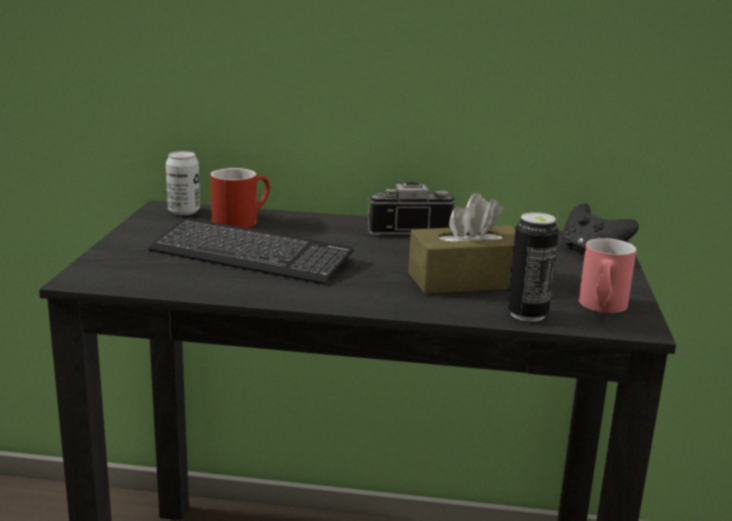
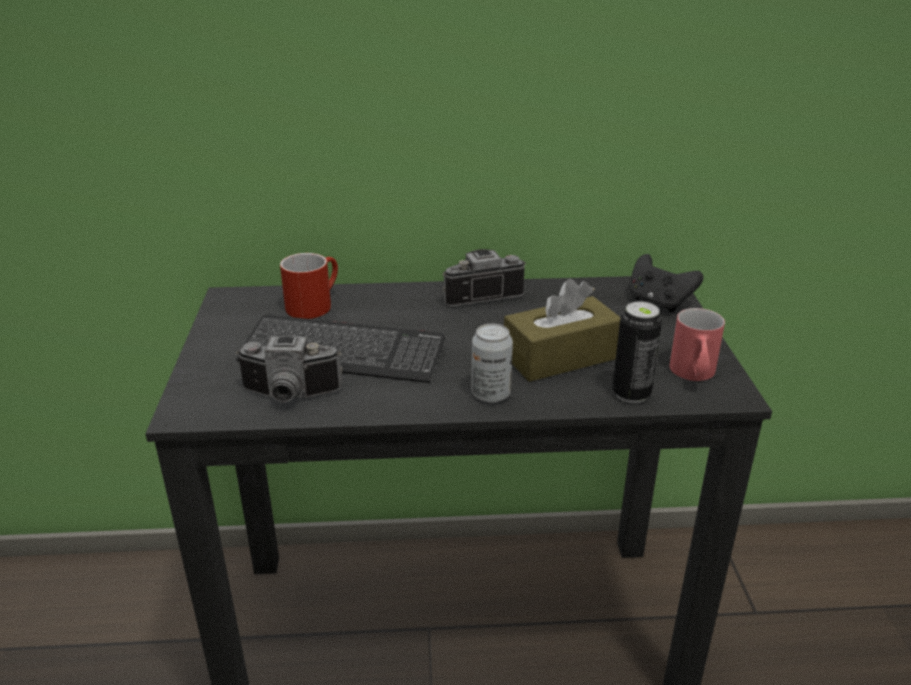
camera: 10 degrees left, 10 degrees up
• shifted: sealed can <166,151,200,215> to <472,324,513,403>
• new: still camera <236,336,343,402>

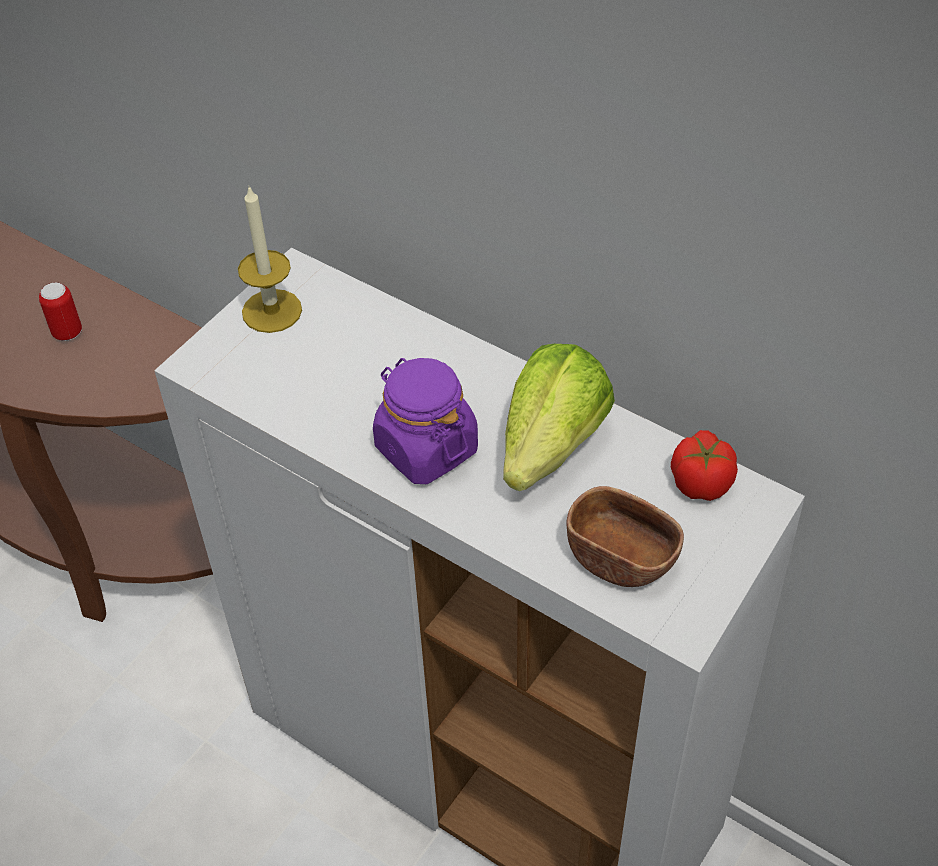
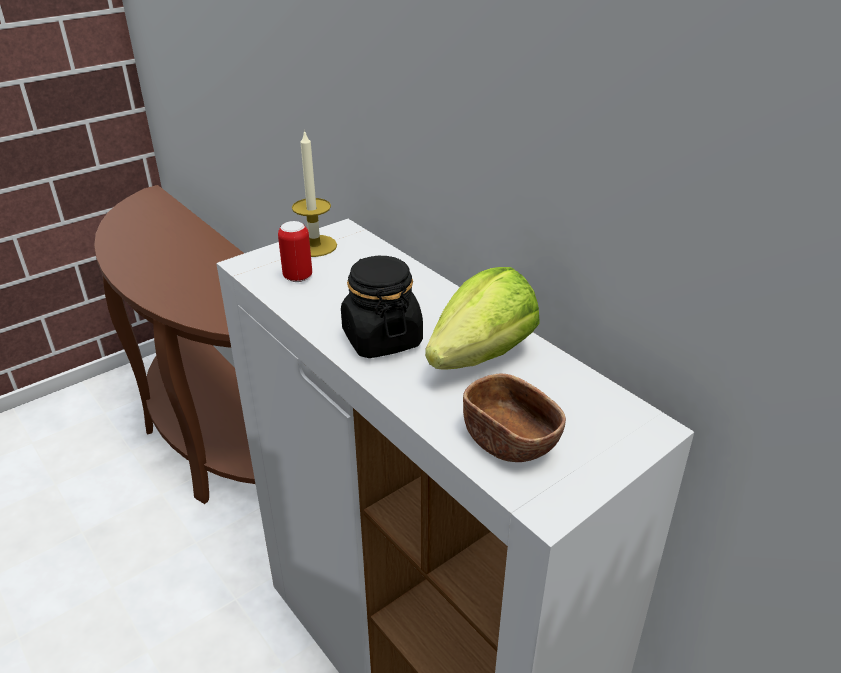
camera: 15 degrees right, 15 degrees down
• shifted: sealed can <39,282,82,341> to <278,221,312,282>
• repainted: purple storage jar <373,358,478,484> to black storage jar <341,256,423,358>
• gone: fresh tomato <671,430,738,501>

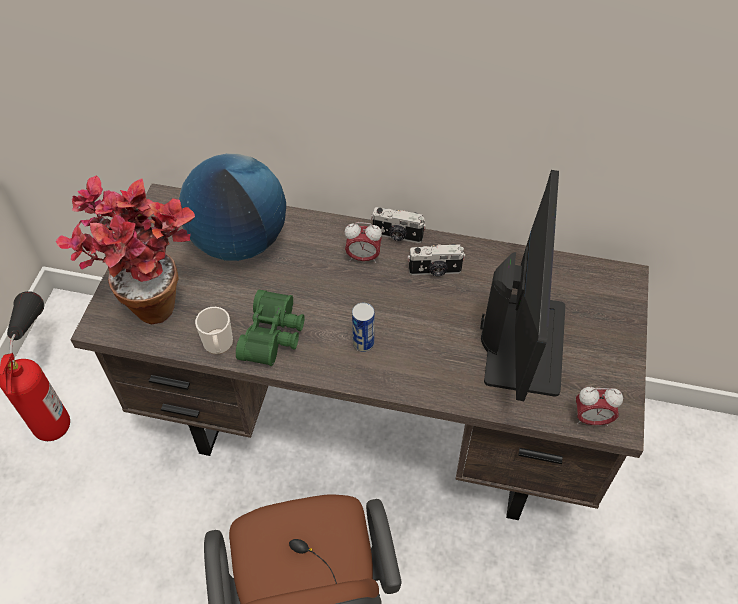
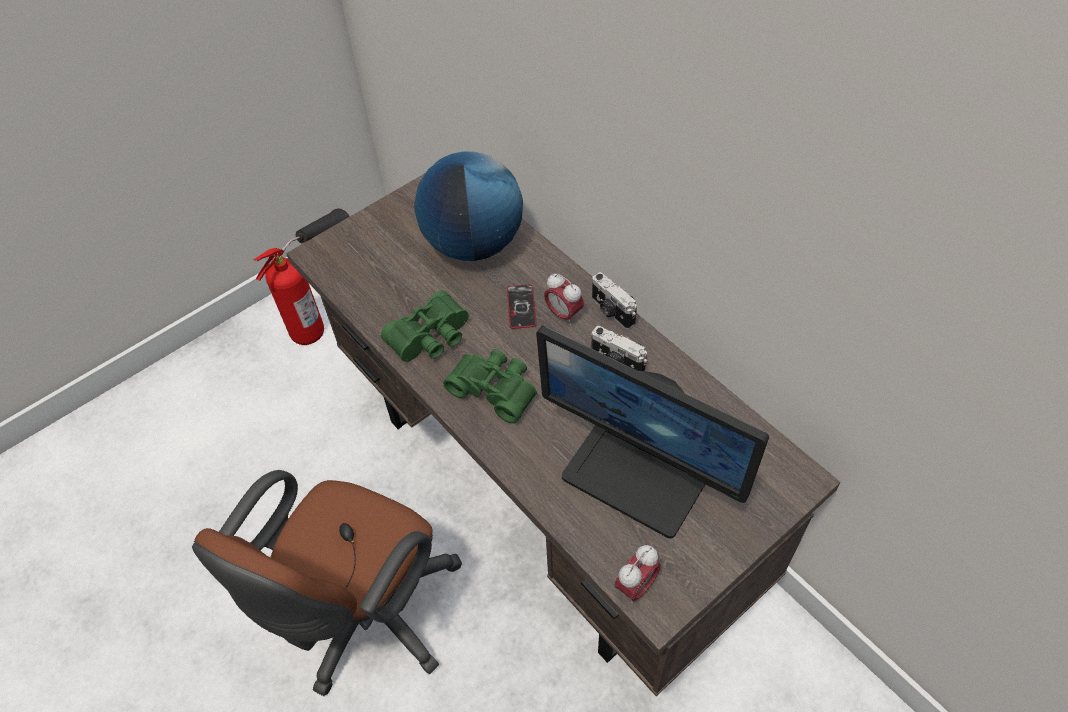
camera: 40 degrees right, 0 degrees up
• rotated: computer display <480,170,565,401> = <536,326,769,538> 75 degrees clockwise
• gone: houseplant <56,175,195,324>
• swapped: sealed can <352,303,374,352> to greenish pair of binoculars <443,349,537,424>
• gone: mug <195,307,233,354>
• rotated: alarm clock <576,387,623,426> = <615,545,661,604> 90 degrees counterclockwise
• new: telephone <507,284,537,329>

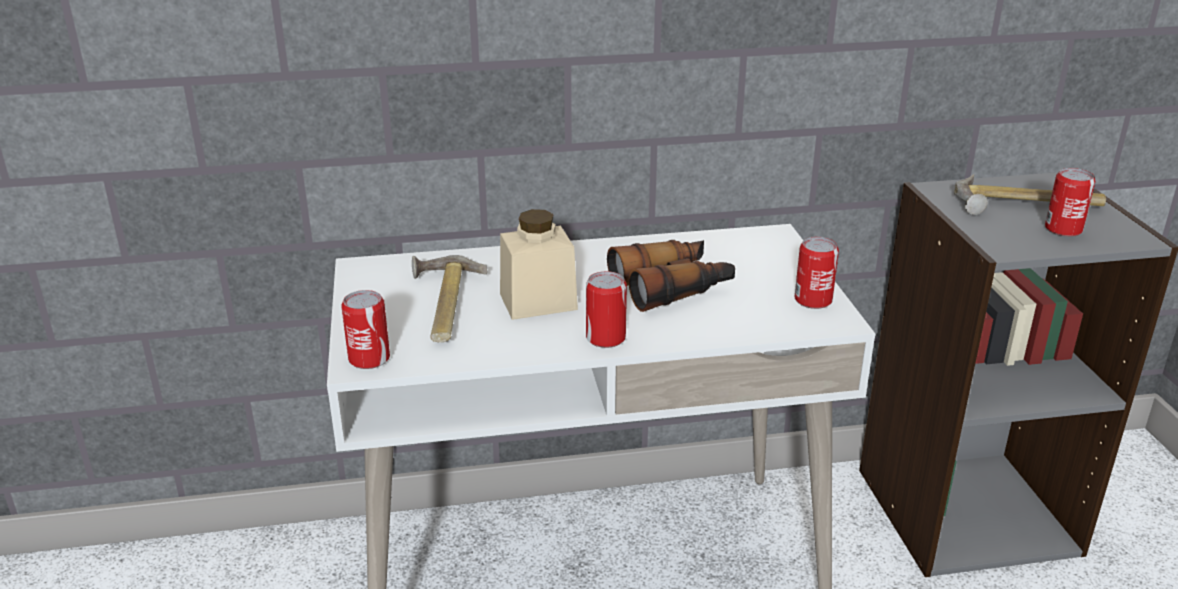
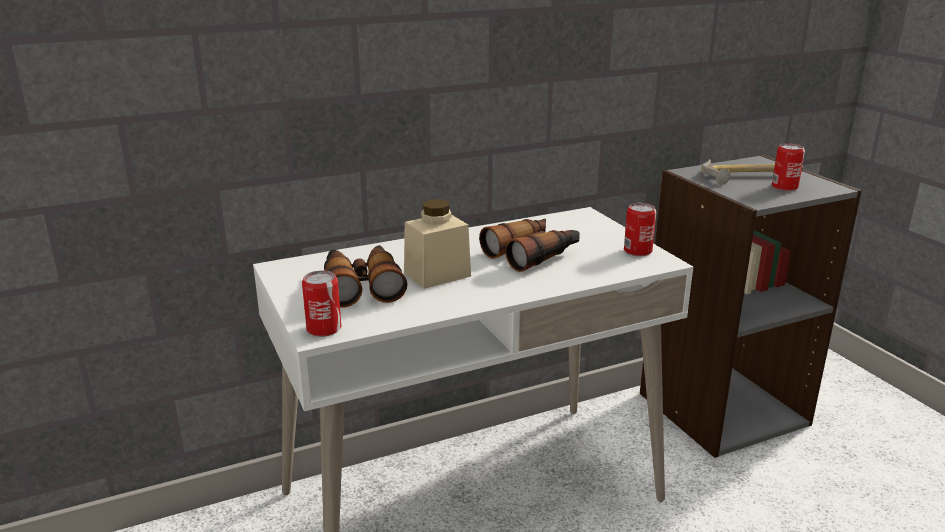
camera: 15 degrees left, 5 degrees down
• swapped: hammer <412,255,487,342> to pair of binoculars <324,245,407,308>
• gone: sealed can <586,271,627,348>

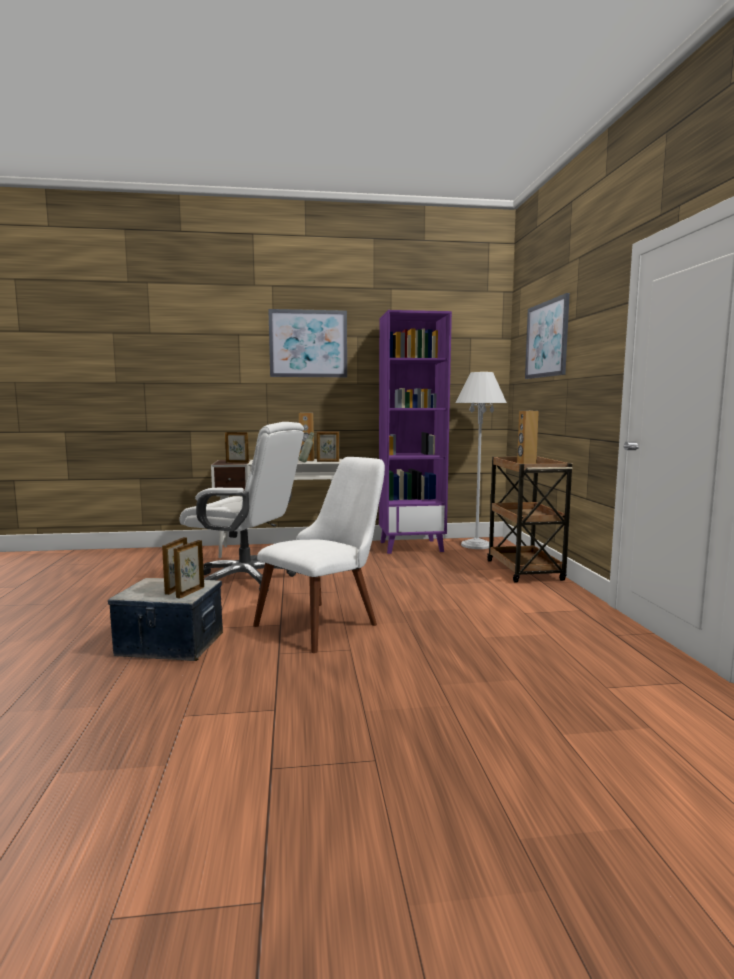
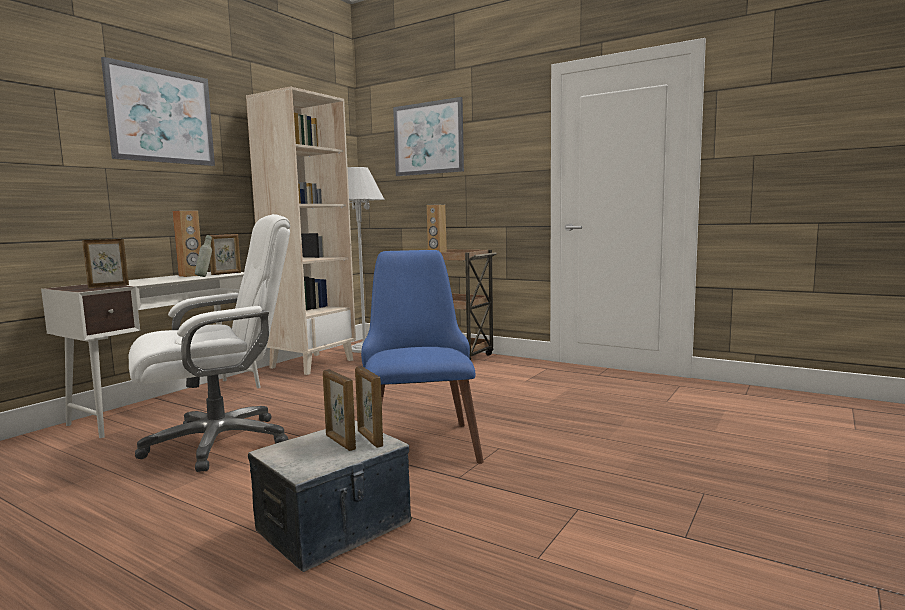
camera: 50 degrees left, 0 degrees up
• repainted: purple bookcase <379,310,452,554> to beige bookcase <246,86,356,375>
• repainted: whitish upright chair <253,457,385,653> to bluish upright chair <361,250,484,464>

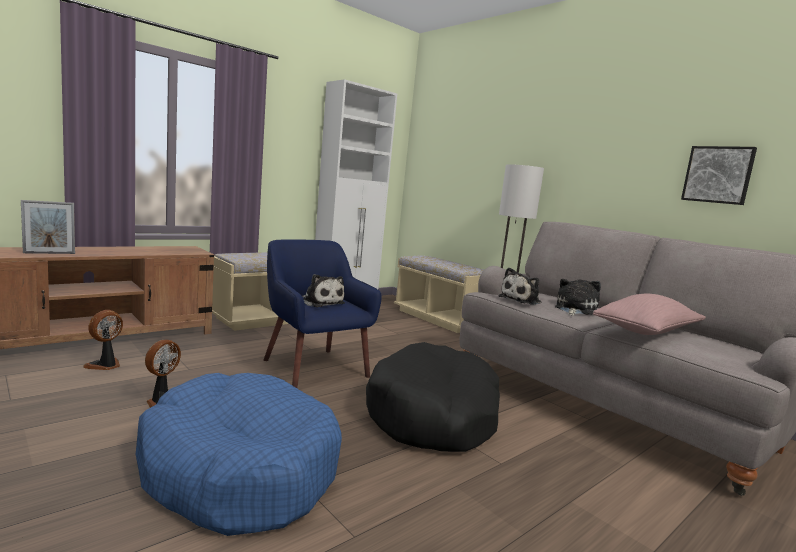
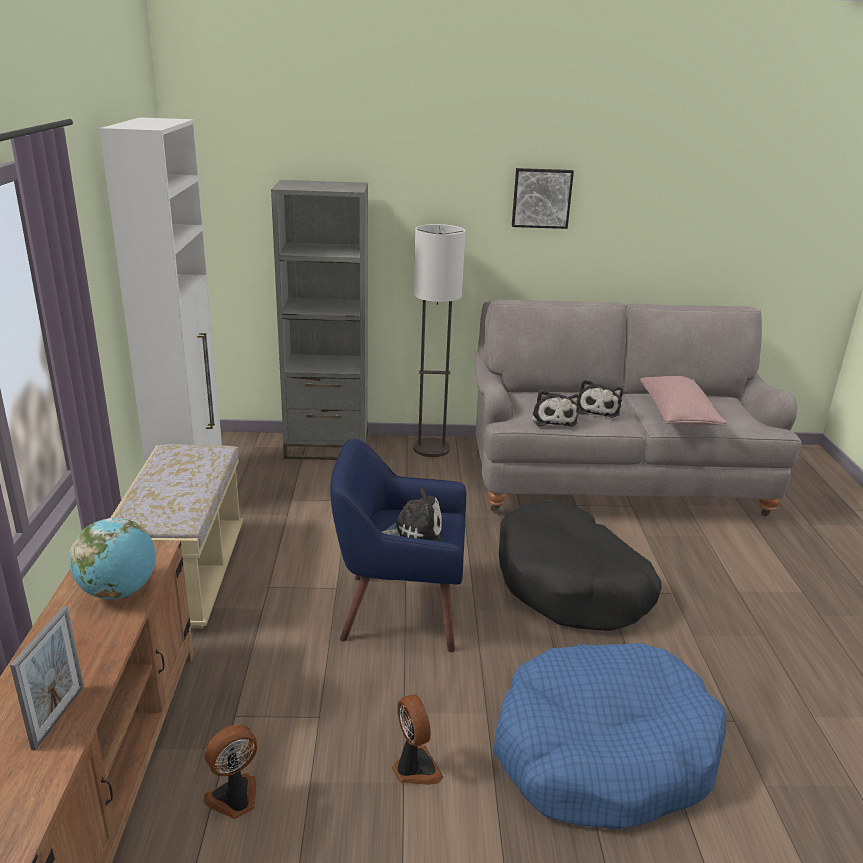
camera: 50 degrees left, 15 degrees up
• shifted: picture <681,146,757,205> to <512,168,574,229>
• swapped: beige long seat <394,256,483,333> to gray bookcase <271,180,368,460>
• rotated: cuddly toy <555,279,601,316> = <578,380,623,418> 150 degrees counterclockwise
• rotated: cooling fan <83,310,123,370> = <203,724,257,819> 75 degrees clockwise
• new: globe <69,518,156,599>

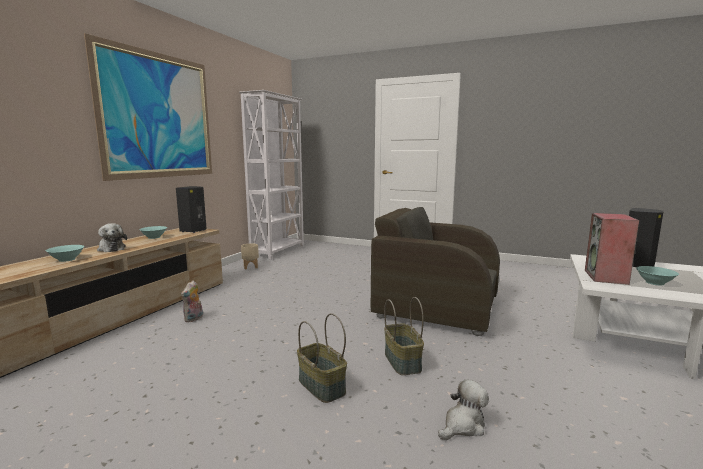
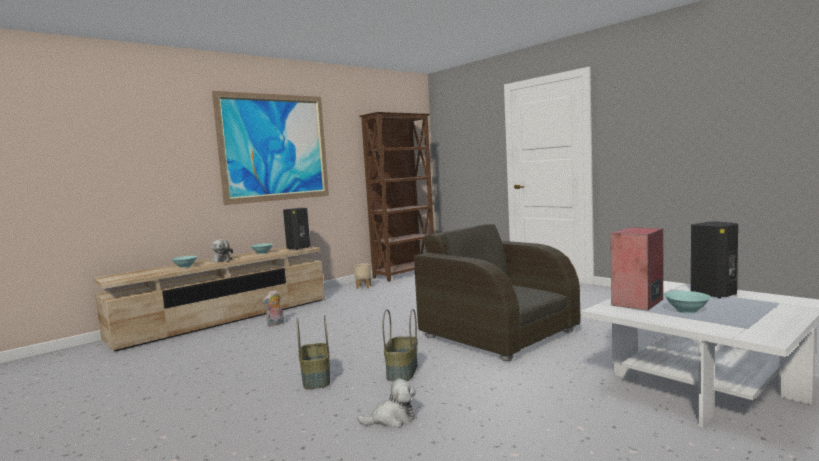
camera: 25 degrees right, 5 degrees down
• repainted: whitish bookcase <239,90,304,260> to brown bookcase <360,112,434,282>

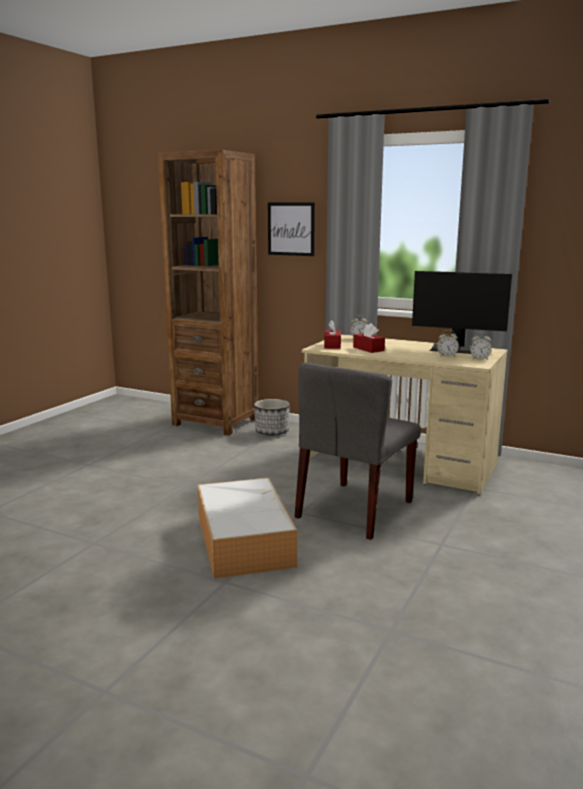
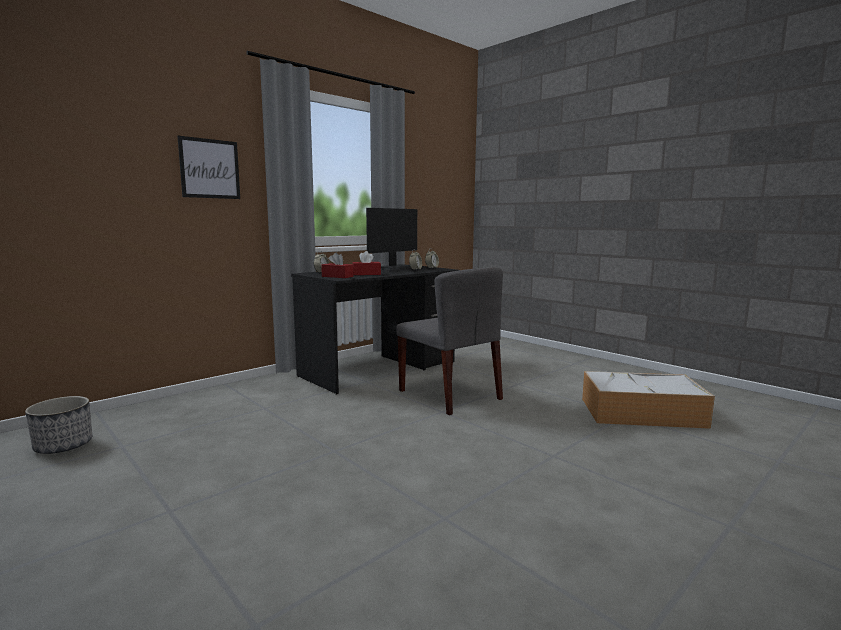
camera: 70 degrees left, 5 degrees down
• gone: brown bookcase <158,150,258,435>
• repainted: beige desk <302,334,508,495> to black desk <291,266,459,395>
• shifted: flower pot <254,399,290,436> to <25,396,92,454>
• shifted: storage container <197,478,297,579> to <582,371,715,429>

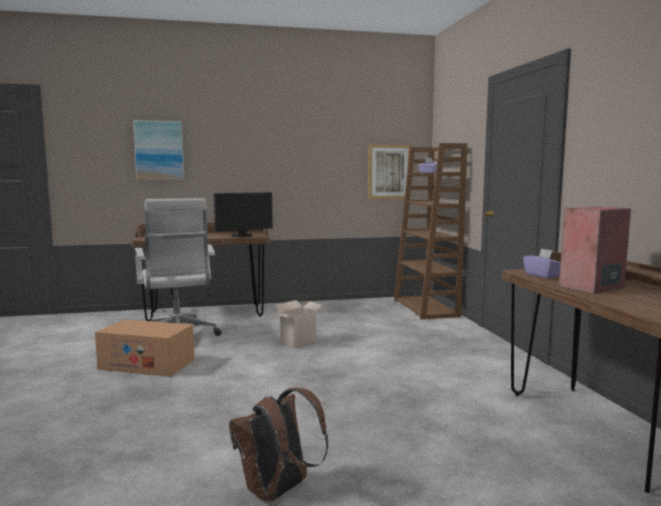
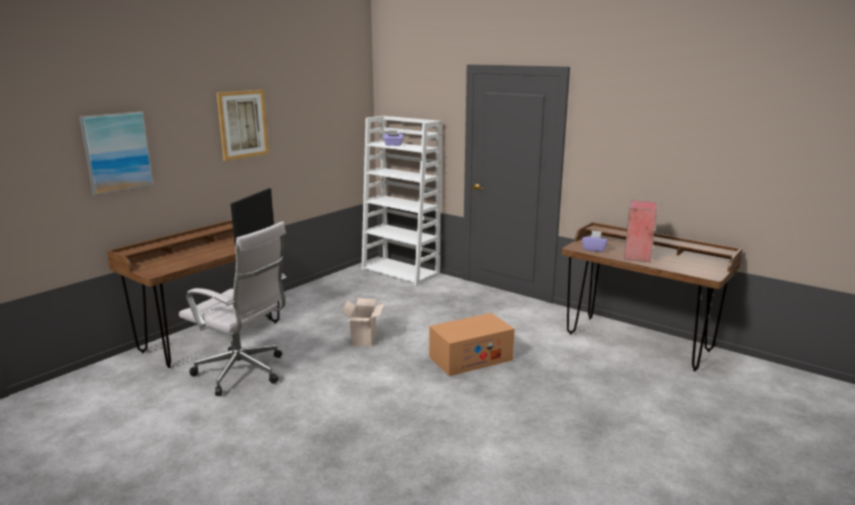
camera: 40 degrees left, 10 degrees up
• repainted: brown bookcase <394,143,468,319> to whitish bookcase <362,116,441,285>
• shifted: picture <368,145,411,199> to <217,90,269,161>
• shifted: packing box <95,319,194,377> to <429,313,515,376>
• gone: brown backpack <229,388,328,502>

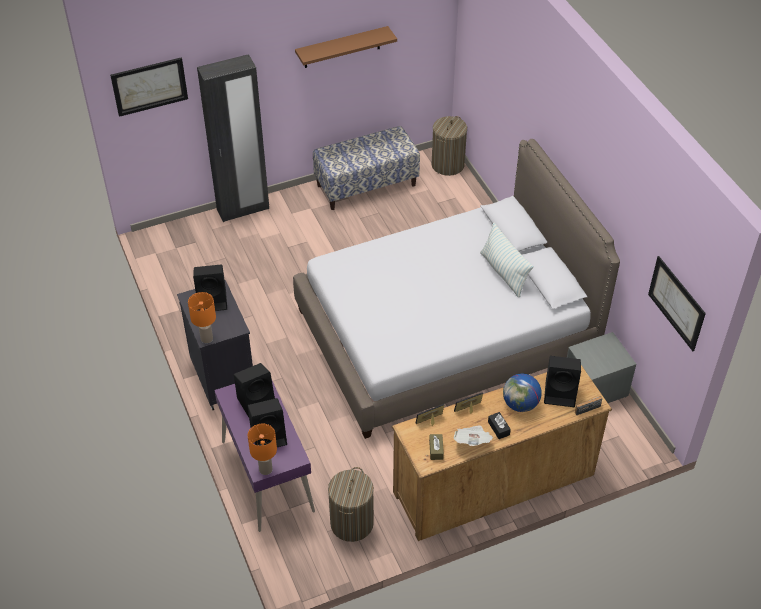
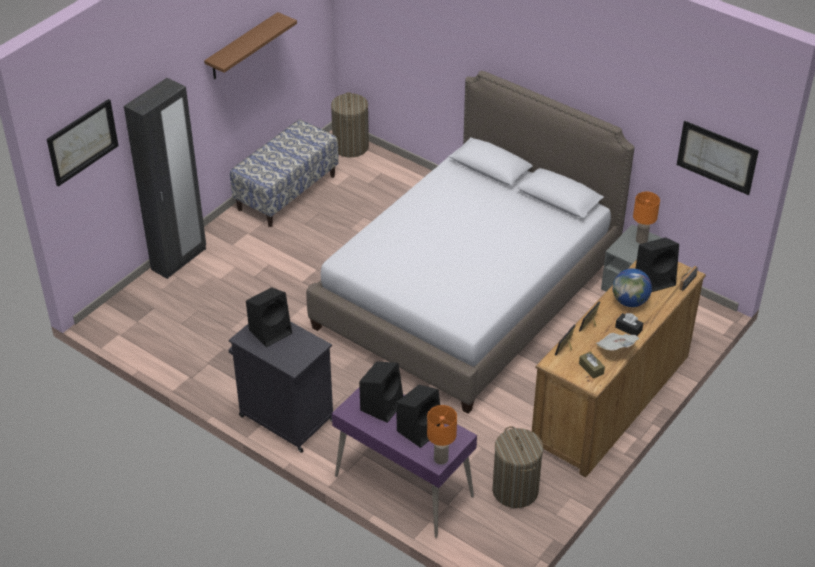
camera: 30 degrees left, 5 degrees down
• gone: pillow <480,223,534,297>
• shifted: orange lamp for a table <188,292,216,343> to <633,192,660,244>

